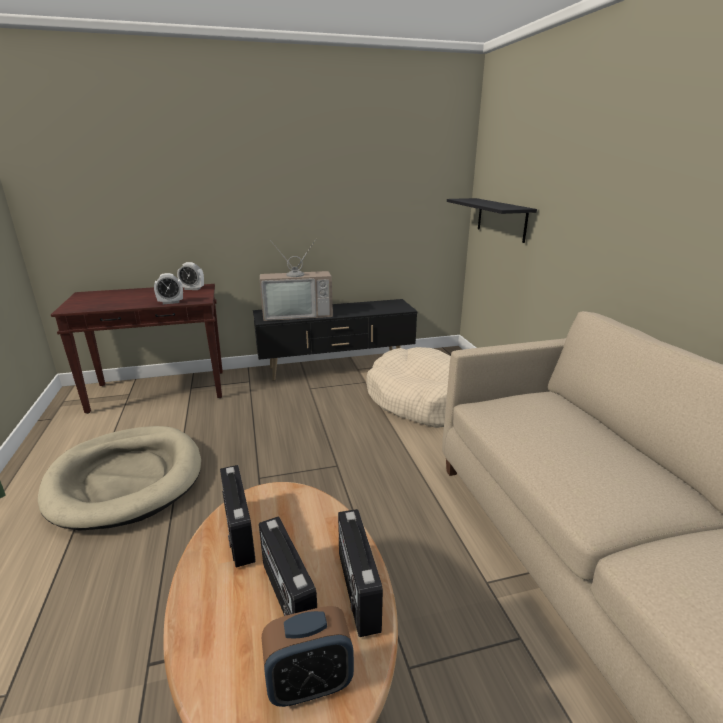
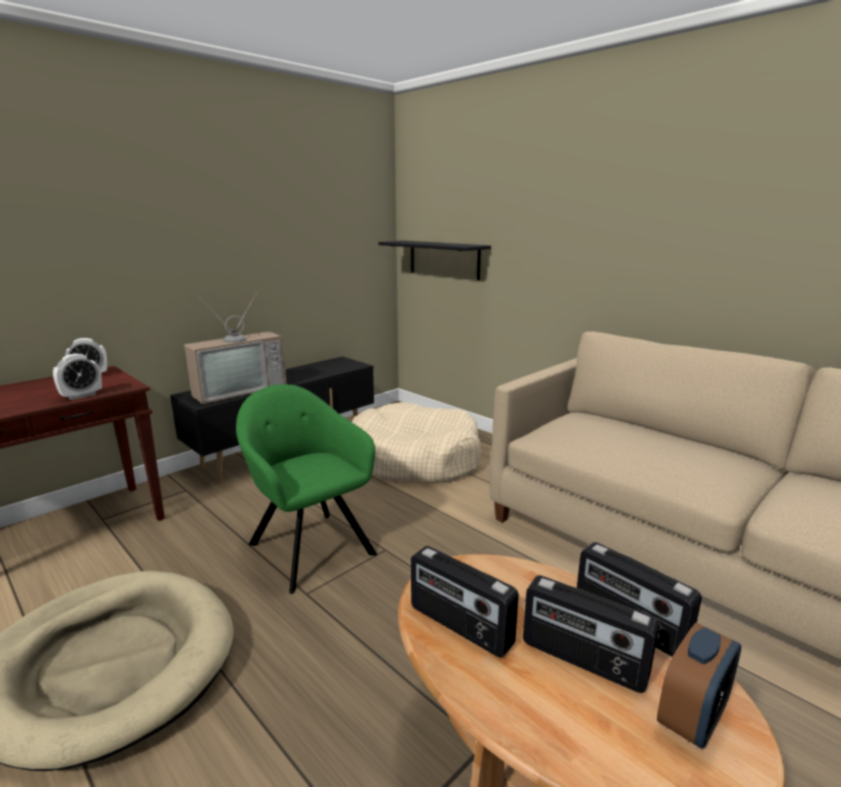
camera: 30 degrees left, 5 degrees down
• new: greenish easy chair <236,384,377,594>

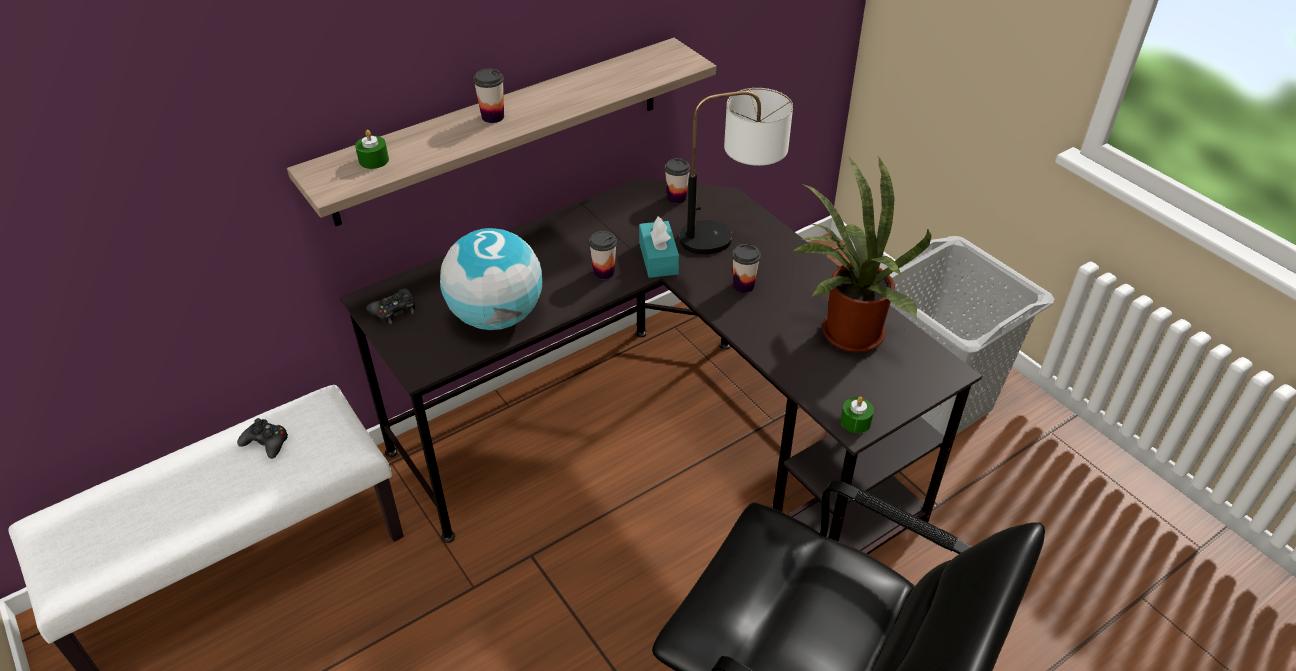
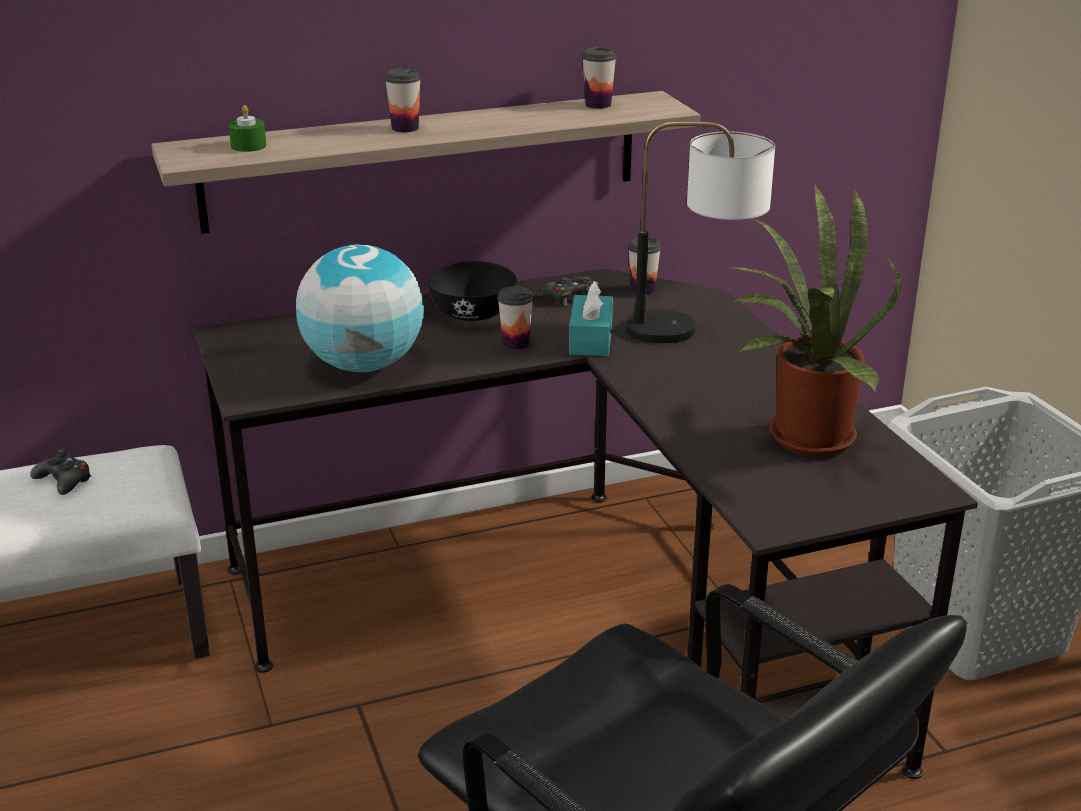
camera: 15 degrees right, 15 degrees down
• shifted: drinking cup <732,244,761,293> to <582,47,617,109>
• shifted: black gamepad <367,288,415,324> to <541,276,593,306>
• gone: greenish candle <840,397,874,433>
• new: black serving bowl <427,261,517,321>

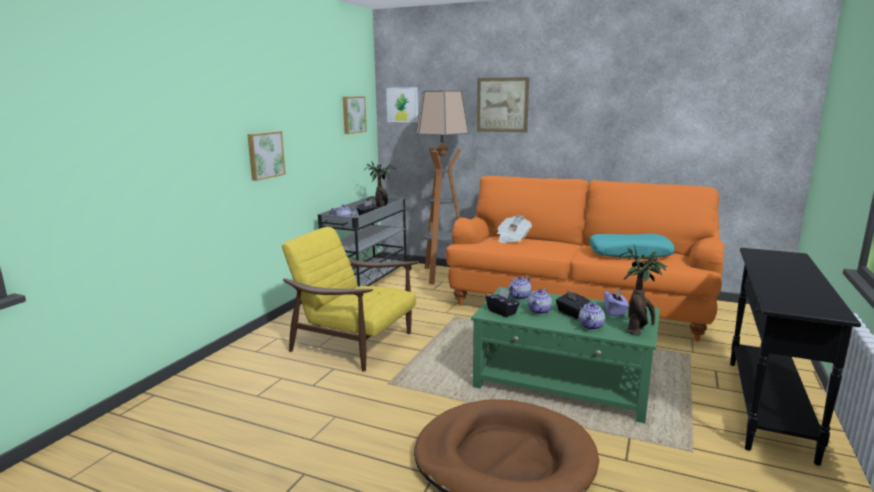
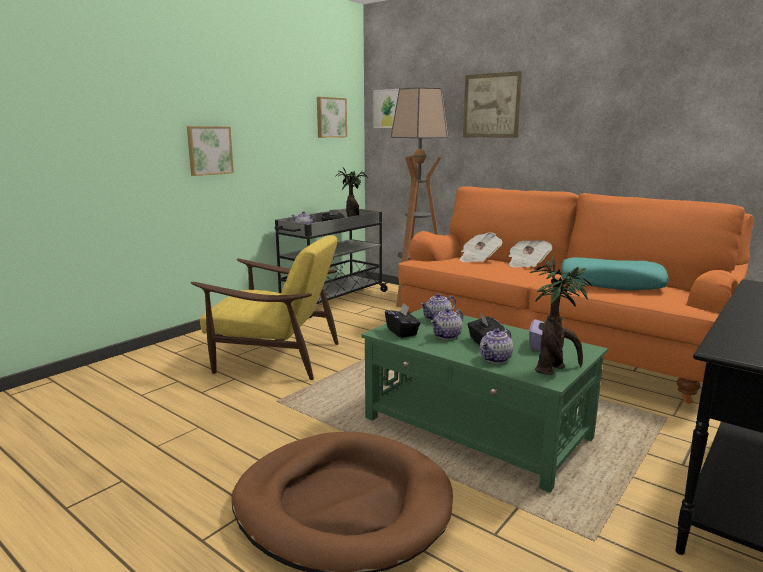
camera: 15 degrees right, 0 degrees up
• rotated: yellow-coloured easy chair <282,227,419,371> = <191,235,339,380> 150 degrees clockwise
• new: newspaper <508,240,552,268>

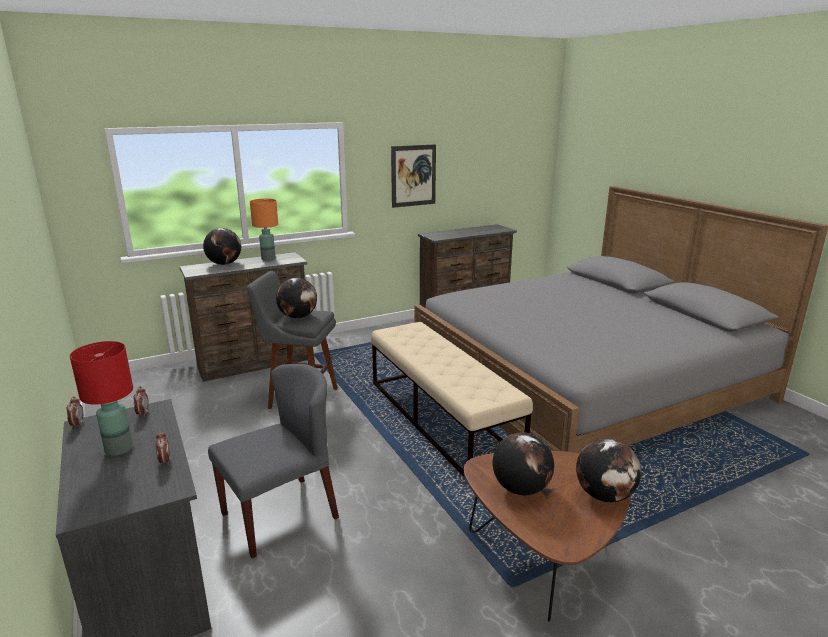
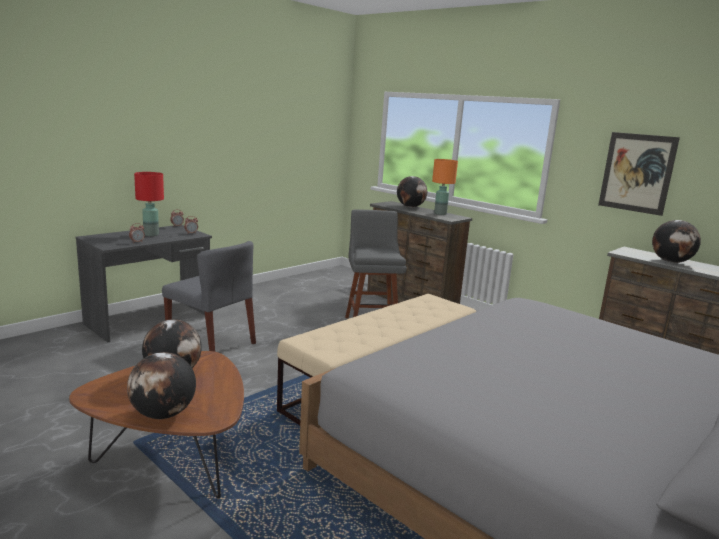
camera: 70 degrees right, 5 degrees down
• shifted: globe <276,278,317,319> to <652,220,701,263>

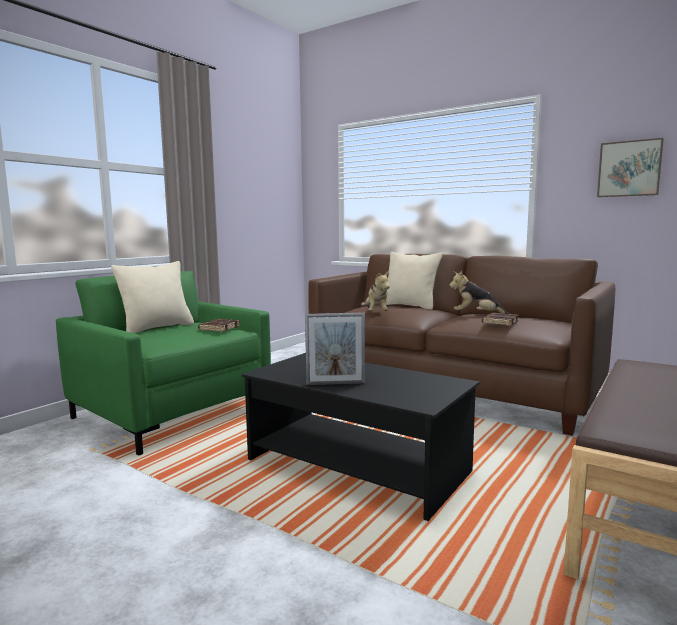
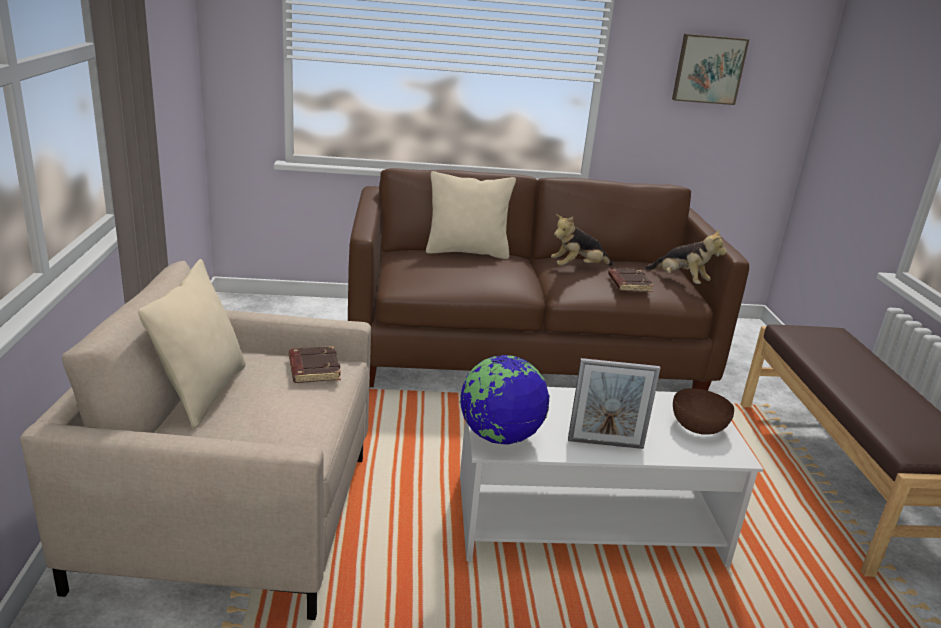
camera: 40 degrees left, 15 degrees up
• repainted: greenish easy chair <56,271,271,456> to beige easy chair <20,261,371,620>
• shifted: cuddly toy <361,272,389,311> to <645,229,727,284>
• rotated: picture frame <305,313,365,385> = <568,358,660,449> 45 degrees clockwise
• repainted: black lounge table <242,353,479,521> to whitish lounge table <460,387,763,567>
• new: globe <460,354,550,445>
• new: brown serving bowl <673,388,734,435>

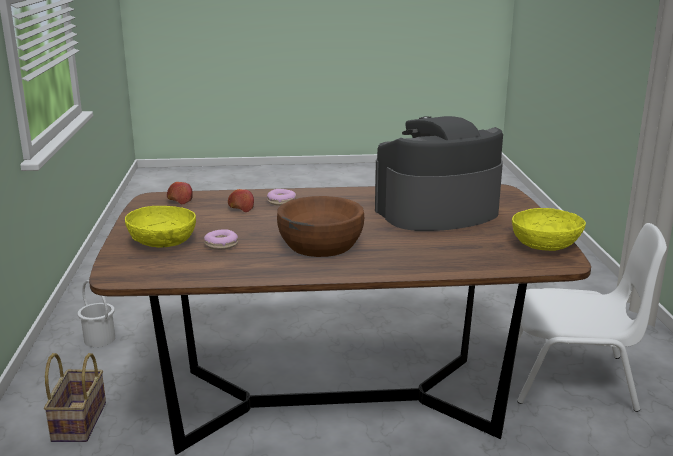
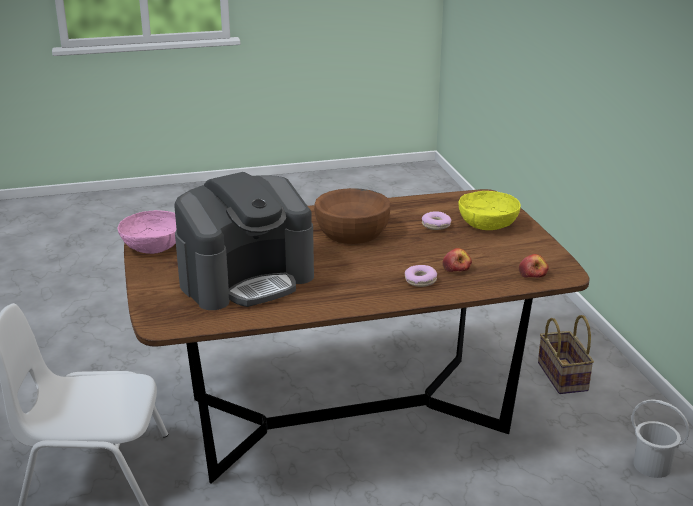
camera: 170 degrees right, 5 degrees up
• repainted: yellow-coloured serving bowl <512,208,586,251> to pink serving bowl <118,210,176,254>

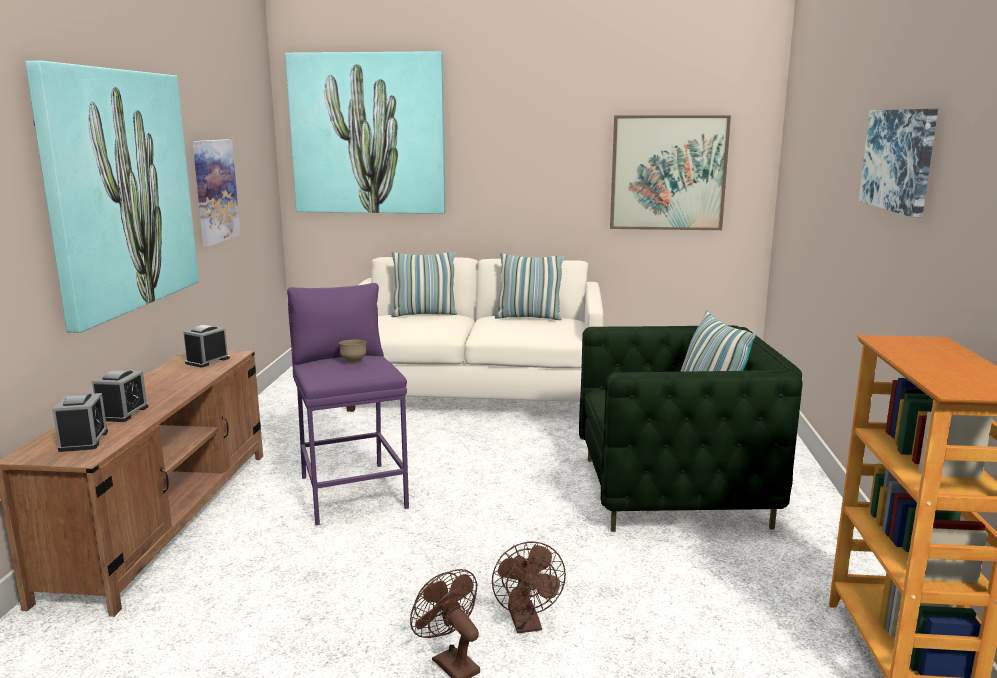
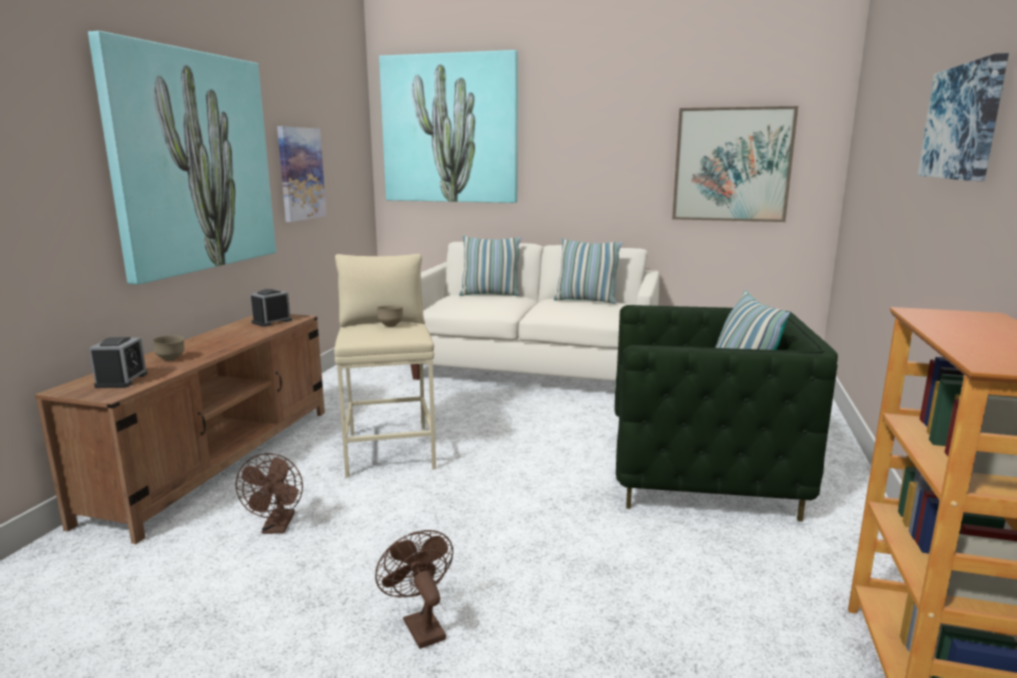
camera: 10 degrees right, 0 degrees up
• repainted: purple sitting stool <287,283,409,525> to beige sitting stool <334,254,436,478>
• swapped: alarm clock <92,370,148,422> to brown serving bowl <153,335,184,361>
• shifted: brown cooling fan <492,541,566,633> to <236,453,303,534>

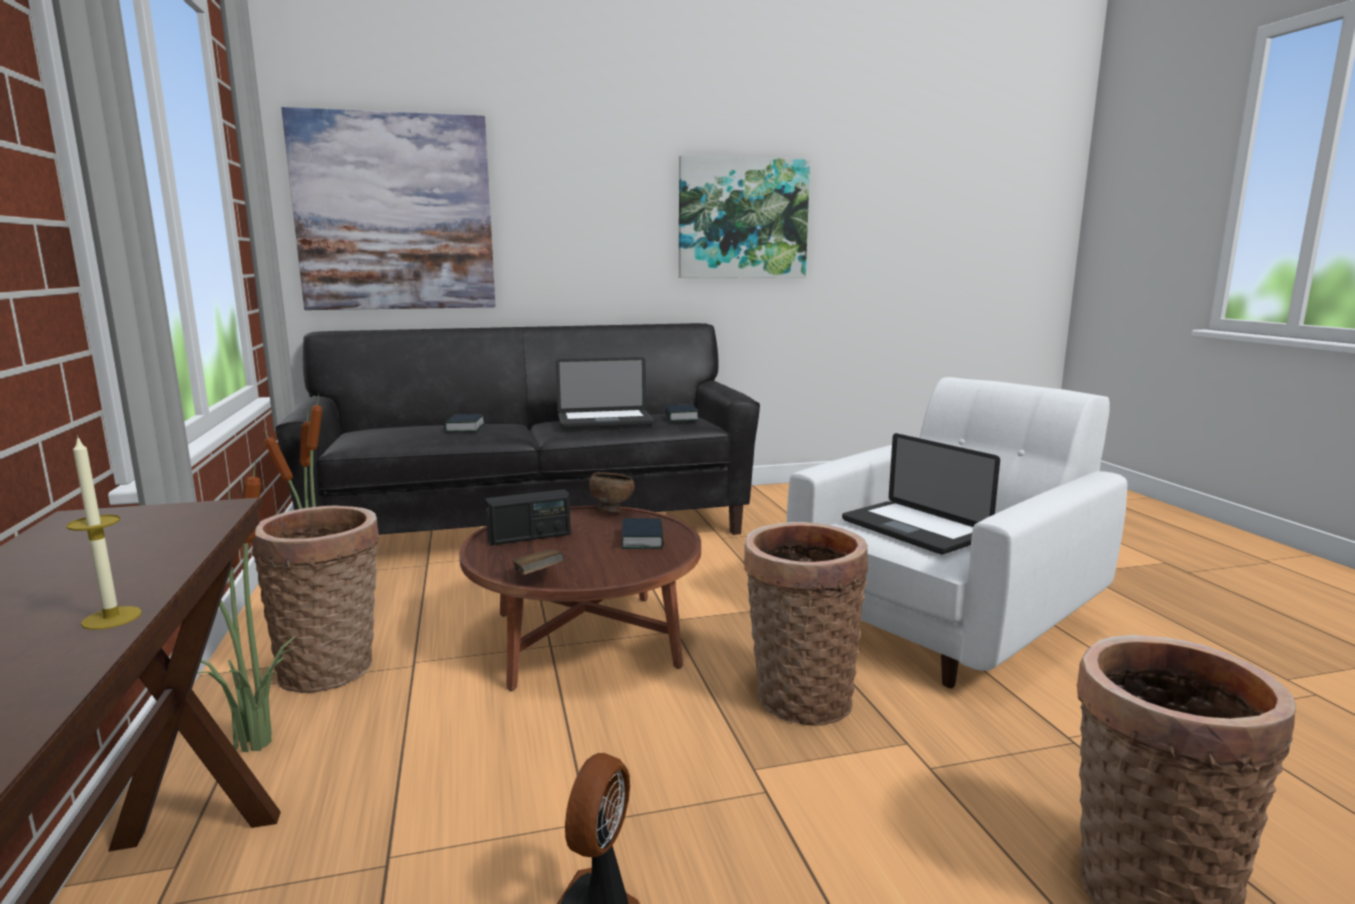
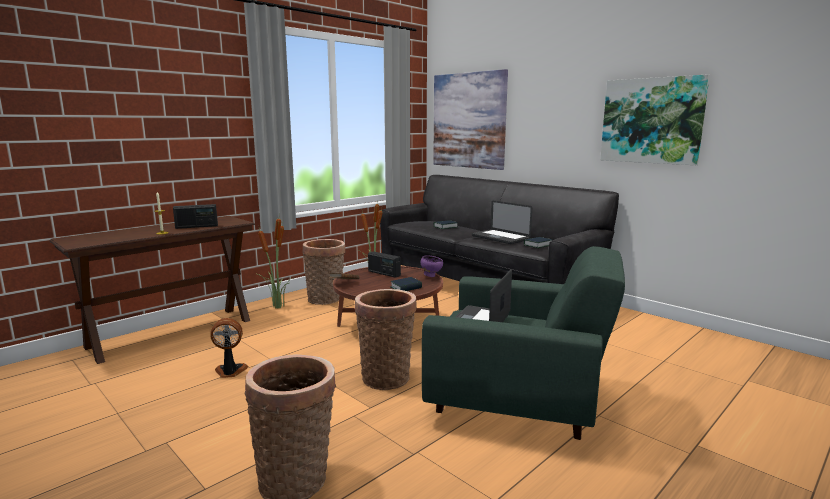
camera: 60 degrees right, 0 degrees up
• repainted: whitish easy chair <787,377,1127,688> to greenish easy chair <422,246,625,440>
• repainted: brown serving bowl <589,472,635,512> to purple serving bowl <421,255,443,277>
• new: radio set <173,204,218,229>

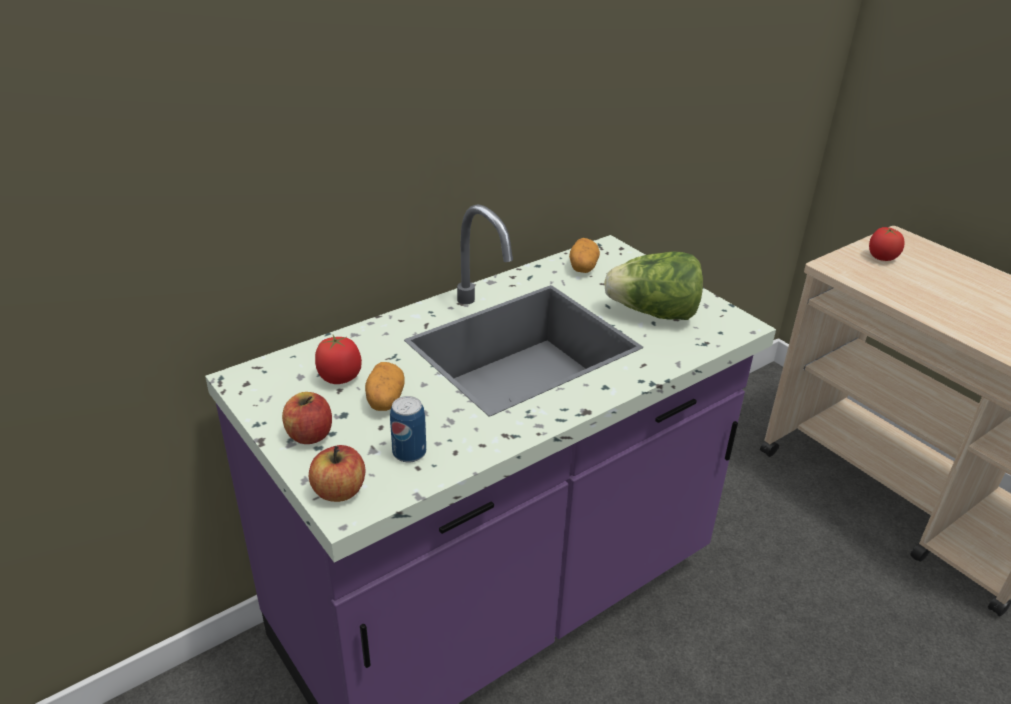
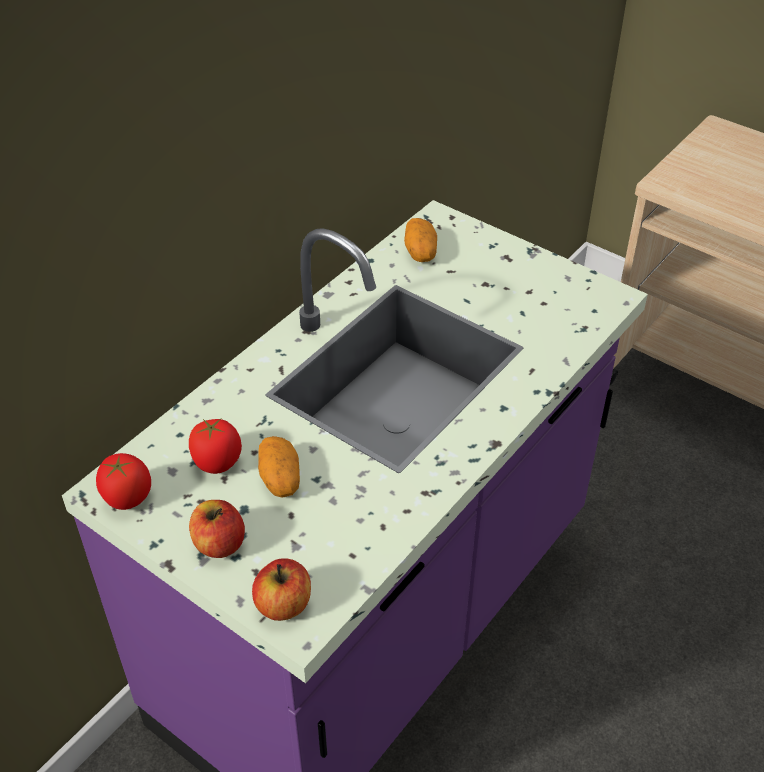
camera: 15 degrees left, 10 degrees up
• shifted: fresh tomato <869,227,905,261> to <96,453,151,510>
• gone: head of lettuce <604,251,703,320>
• gone: sealed can <390,396,426,463>

